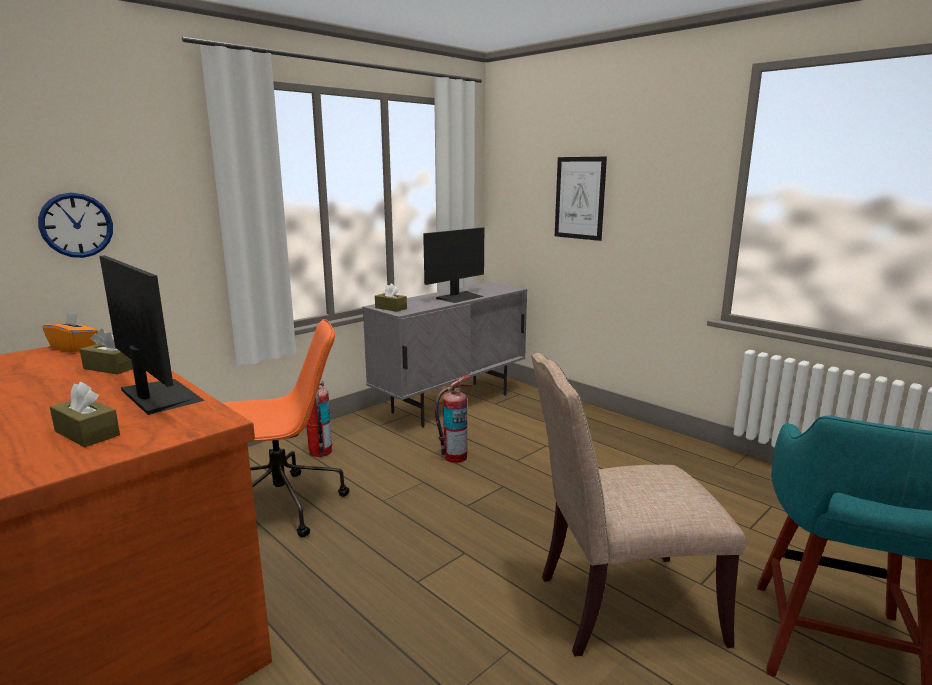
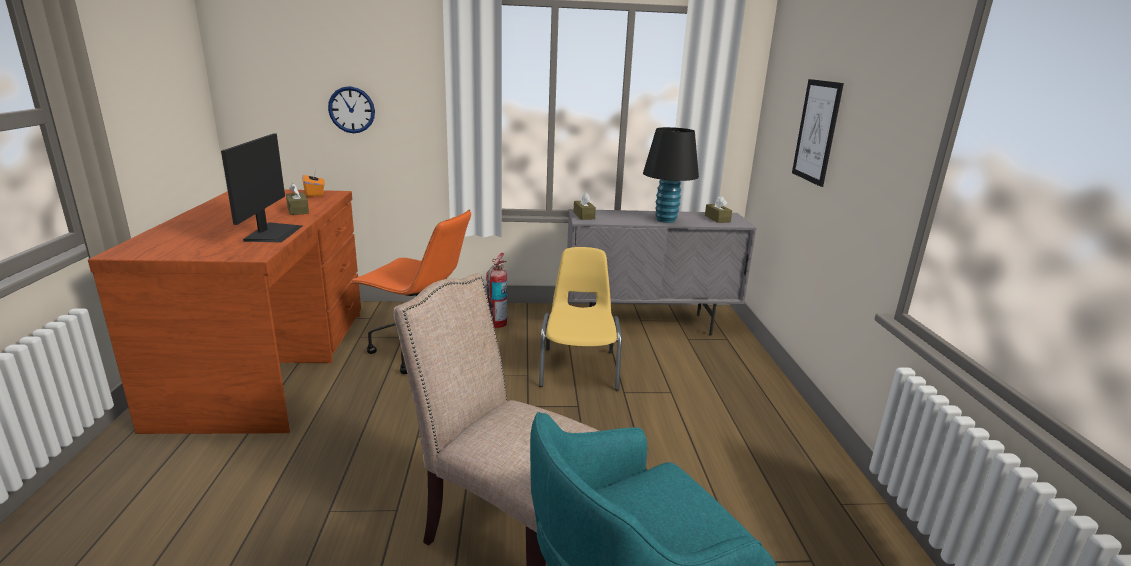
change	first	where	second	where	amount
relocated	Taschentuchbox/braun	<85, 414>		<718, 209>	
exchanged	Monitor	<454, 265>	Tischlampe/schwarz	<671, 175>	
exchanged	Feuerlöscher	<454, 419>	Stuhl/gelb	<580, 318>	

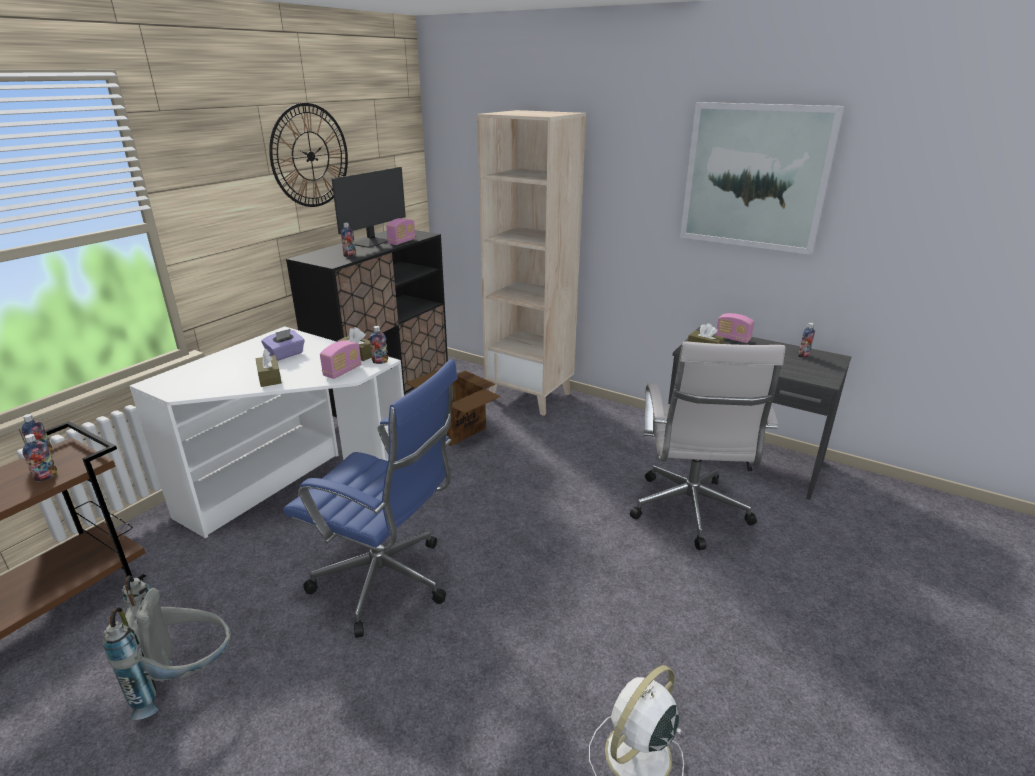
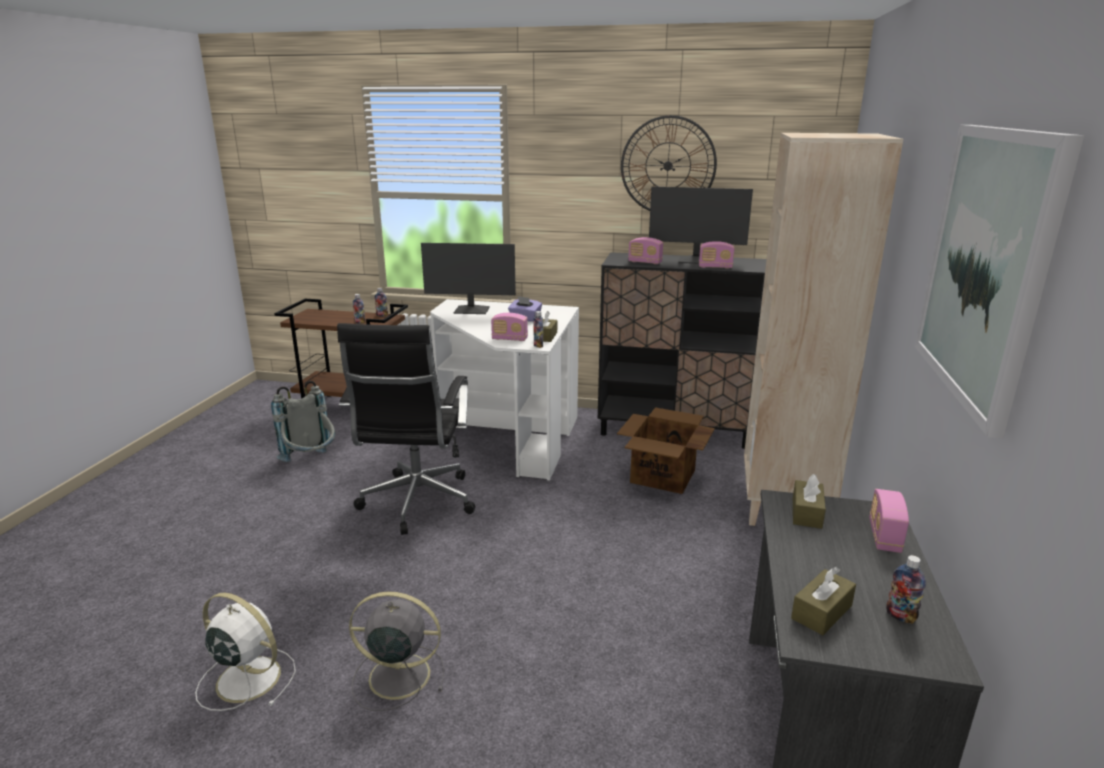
change	first	where	second	where	amount
missing	Bürostuhl/weiß	<707, 446>			
appeared			Ventilator/grau	<396, 651>	
appeared			Monitor	<468, 278>	
relocated	Taschentuchbox/braun	<269, 368>		<823, 601>	
exchanged	Flasche	<348, 240>	Radio	<645, 250>	
colour	Bürostuhl/blau	<370, 498>	Bürostuhl/schwarz	<406, 429>	

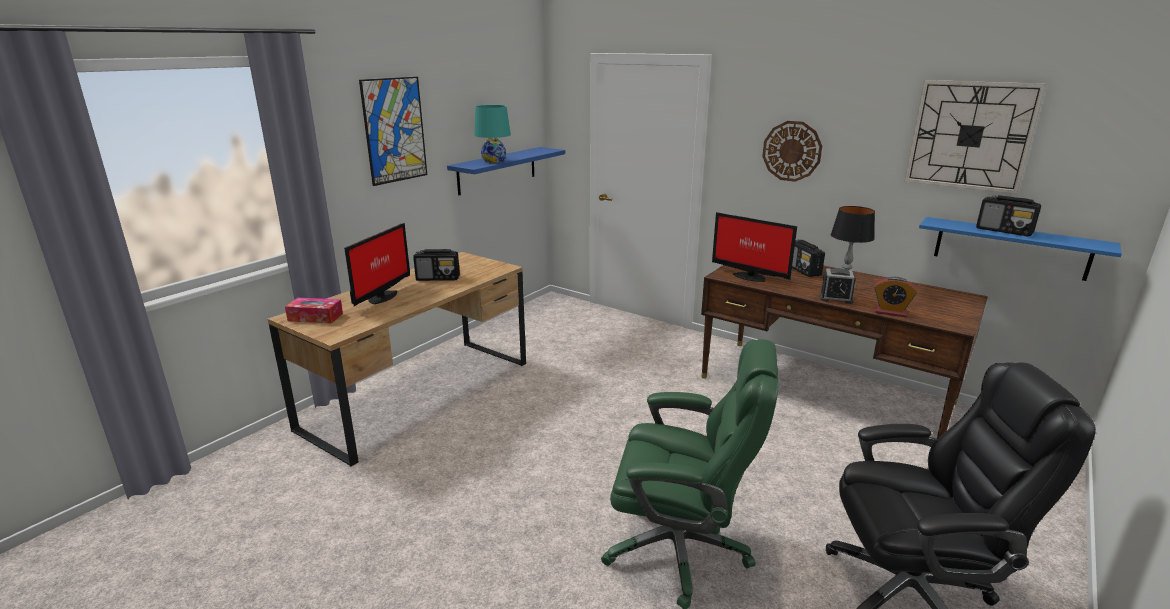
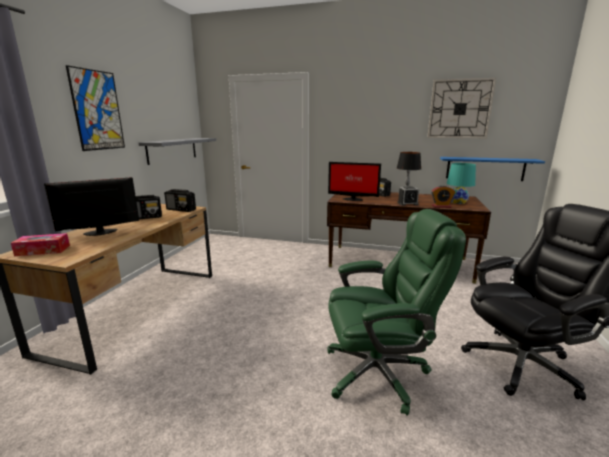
change	first	where	second	where	amount
missing	Wanduhr	<792, 151>			
relocated	Tischlampe/türkis	<492, 134>		<461, 183>	
relocated	Radio	<1008, 216>		<180, 200>	
colour	Wandregal/blau	<506, 171>	Wandregal/grau	<177, 151>	
spun	Monitor	<377, 264>		<91, 206>	120 degrees counterclockwise

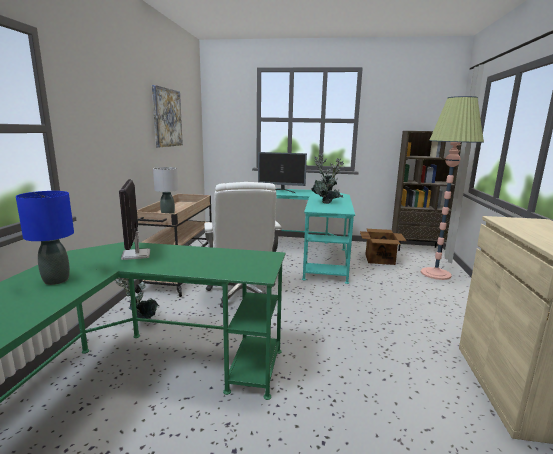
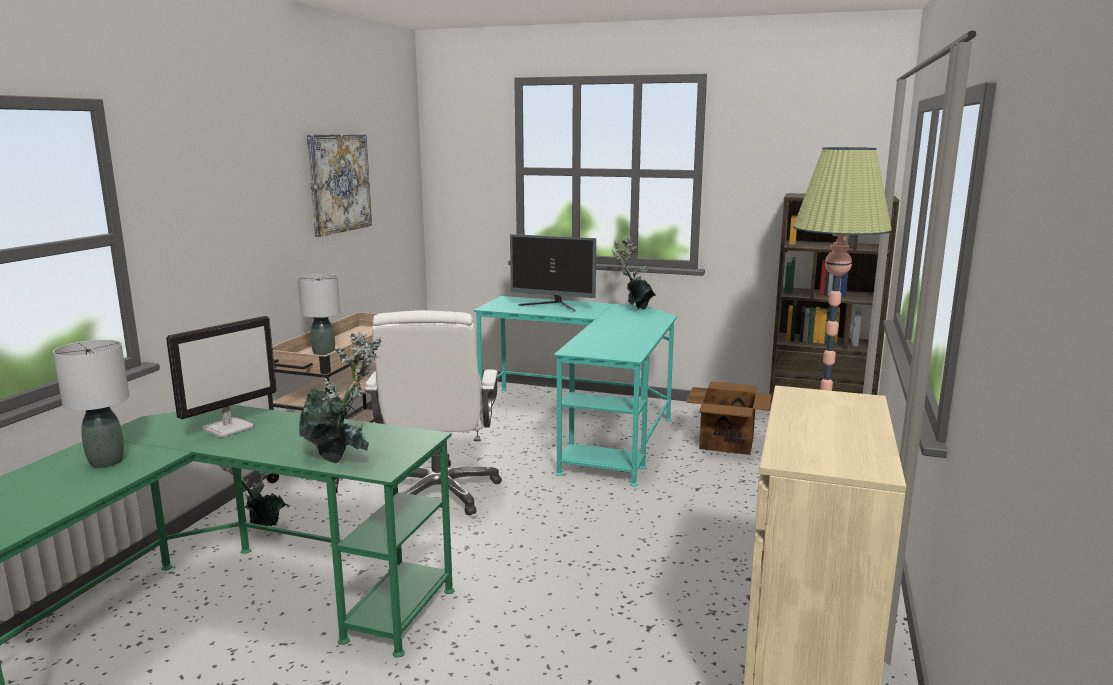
change	first	where	second	where	amount
relocated	Topfpflanze	<328, 181>		<340, 397>	
colour	Tischlampe/blau	<45, 238>	Tischlampe/grau	<91, 404>	
spun	Monitor	<134, 219>		<221, 376>	135 degrees counterclockwise

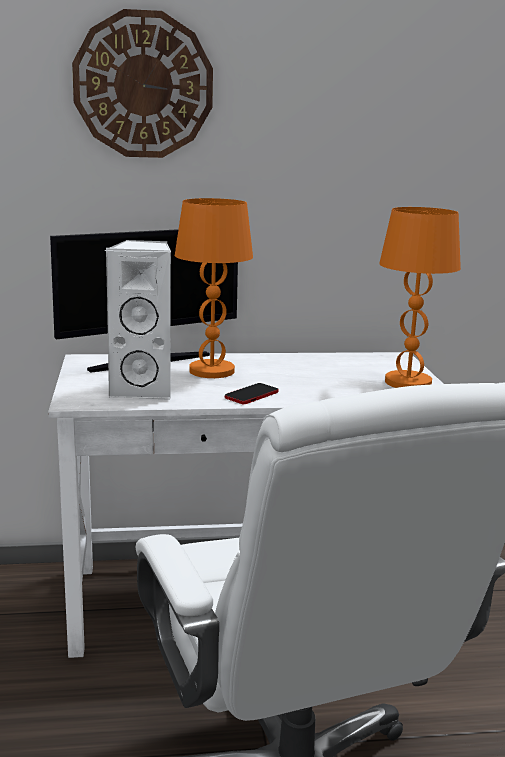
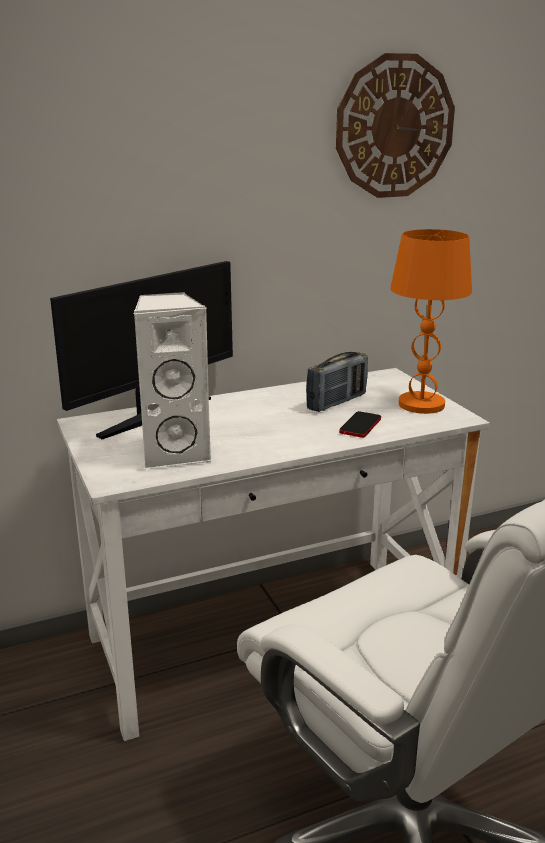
change	first	where	second	where	amount
missing	Tischlampe/orange	<214, 288>			
appeared			Radio	<337, 382>	
relocated	Wanduhr	<142, 83>		<395, 125>	
relocated	Handy	<252, 393>		<360, 424>	

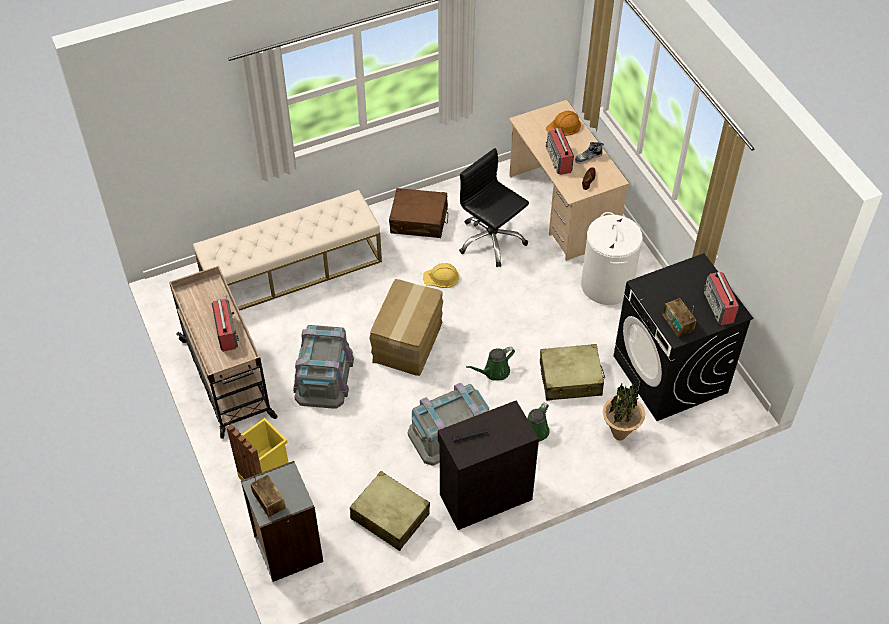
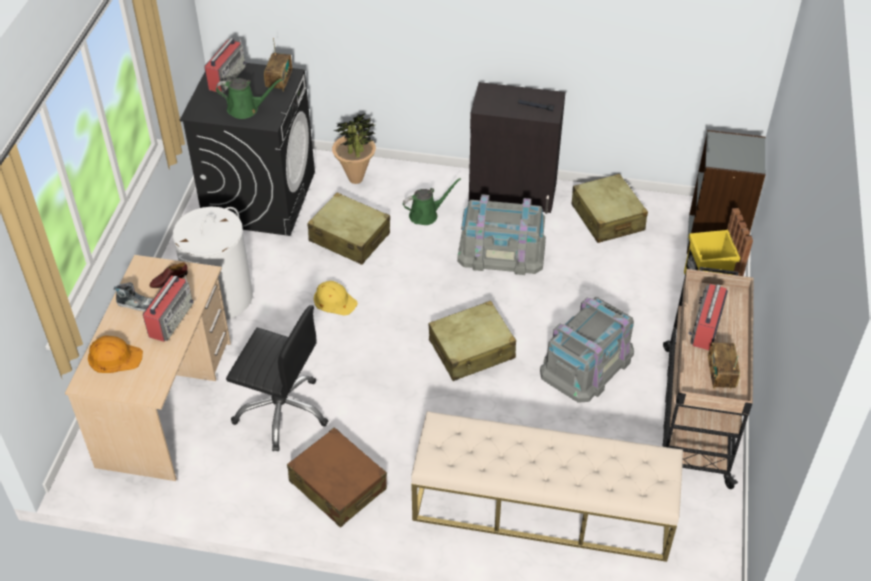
change	first	where	second	where	amount
relocated	Radio	<268, 495>		<724, 366>	
relocated	Schutzhelm/gelb	<441, 275>		<336, 298>	
relocated	Gießkanne/grün	<490, 364>		<249, 98>	
exchanged	Karton	<406, 327>	Koffer/beige	<472, 341>	
spun	Bürostuhl/schwarz	<494, 207>		<277, 378>	60 degrees counterclockwise

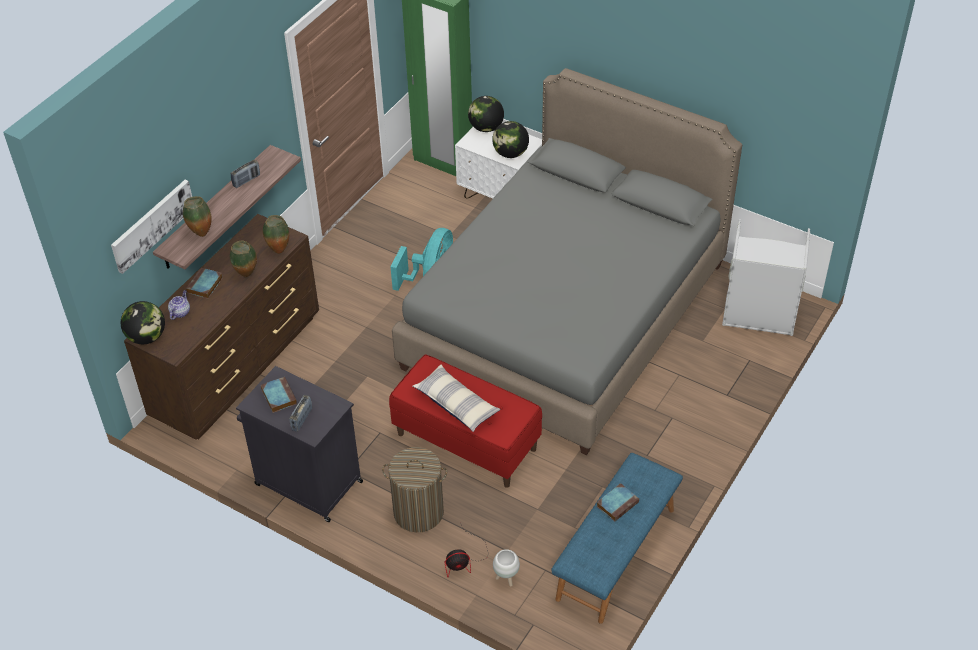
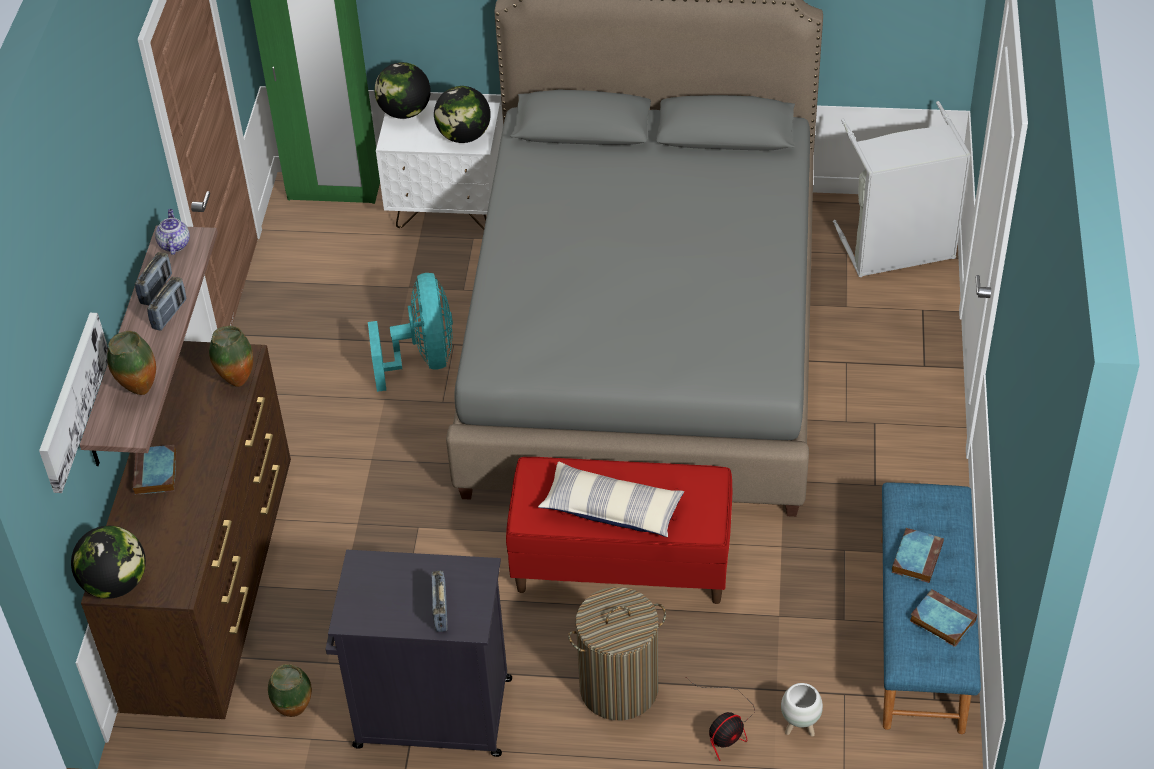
change	first	where	second	where	amount
appeared			Radio	<166, 304>	
relocated	Teekanne	<179, 305>		<172, 232>	
relocated	Vase	<243, 259>		<290, 690>	
relocated	Buch	<279, 395>		<943, 618>	

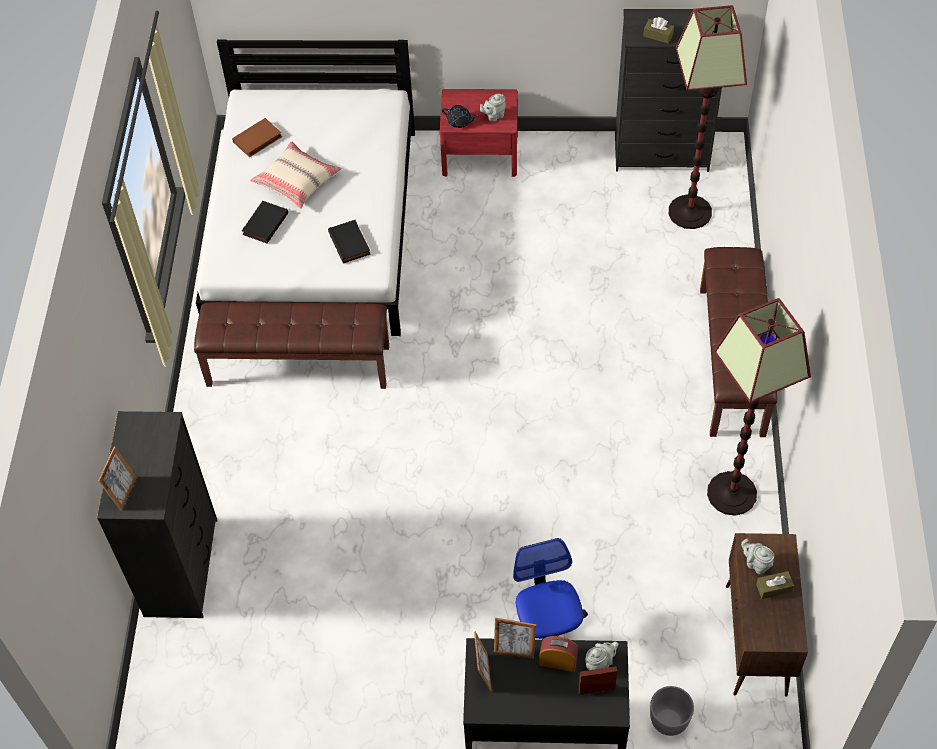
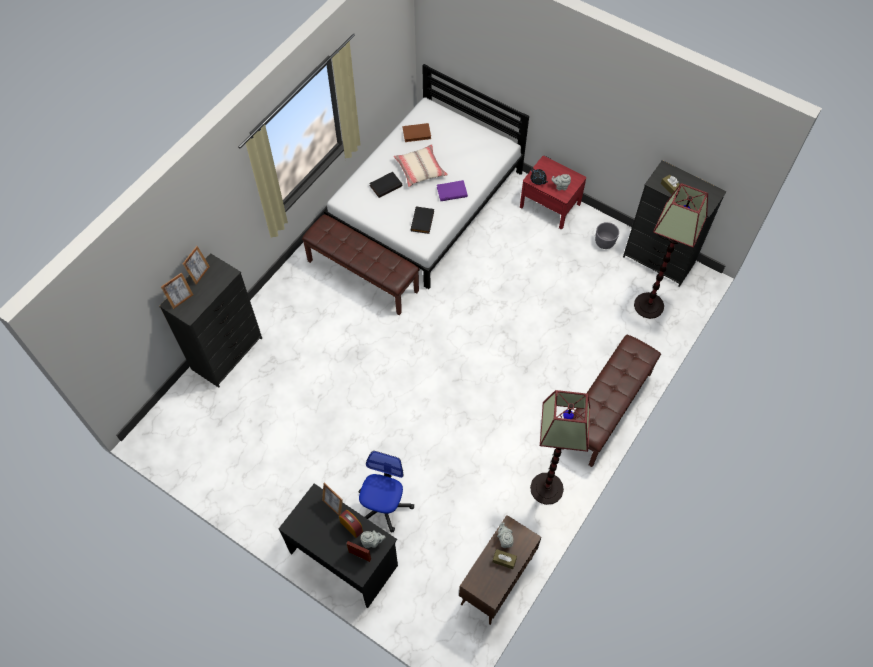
change	first	where	second	where	amount
appeared			Buch/lila	<452, 190>	
relocated	Bilderrahmen	<483, 662>		<196, 265>	
relocated	Pflanzkübel/grau	<672, 711>		<607, 235>	

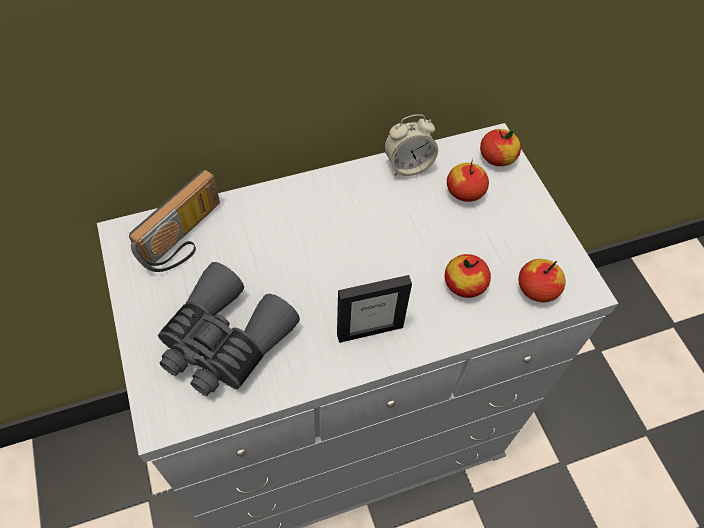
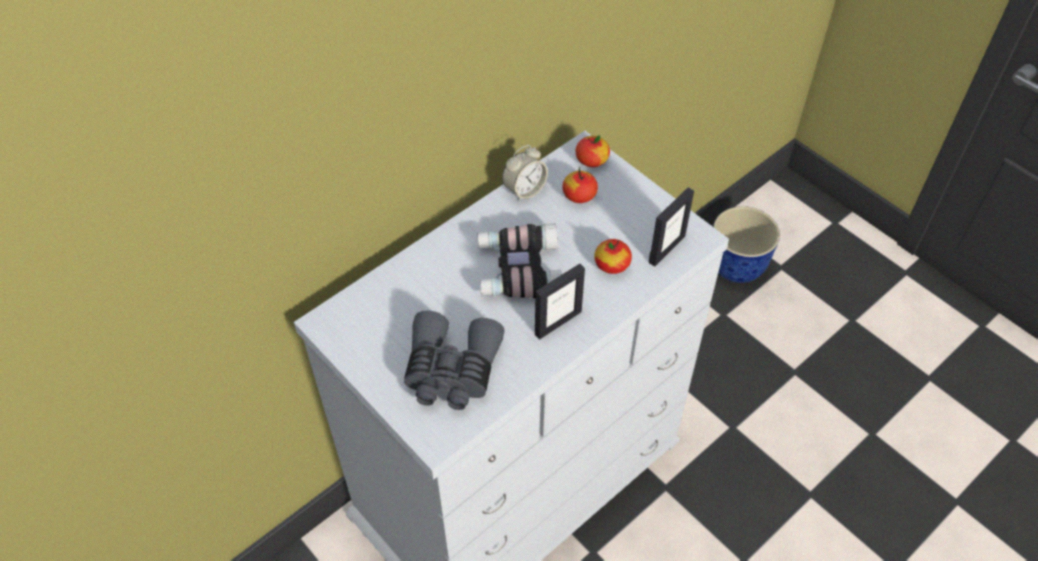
change	first	where	second	where	amount
missing	Radio	<174, 220>			
appeared			Fernglas	<519, 260>	
appeared			Pflanzkübel	<746, 244>	
exchanged	Apfel	<542, 280>	Bilderrahmen	<671, 227>	

